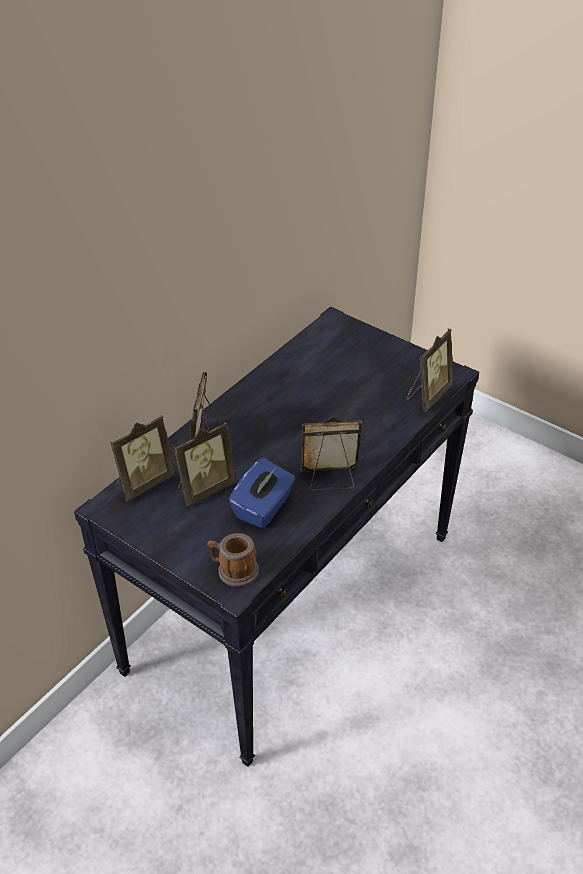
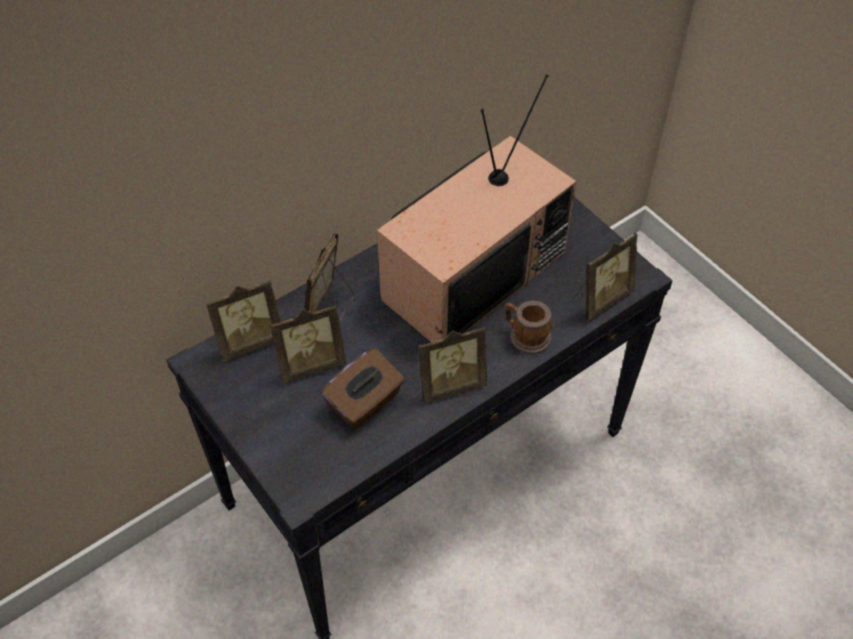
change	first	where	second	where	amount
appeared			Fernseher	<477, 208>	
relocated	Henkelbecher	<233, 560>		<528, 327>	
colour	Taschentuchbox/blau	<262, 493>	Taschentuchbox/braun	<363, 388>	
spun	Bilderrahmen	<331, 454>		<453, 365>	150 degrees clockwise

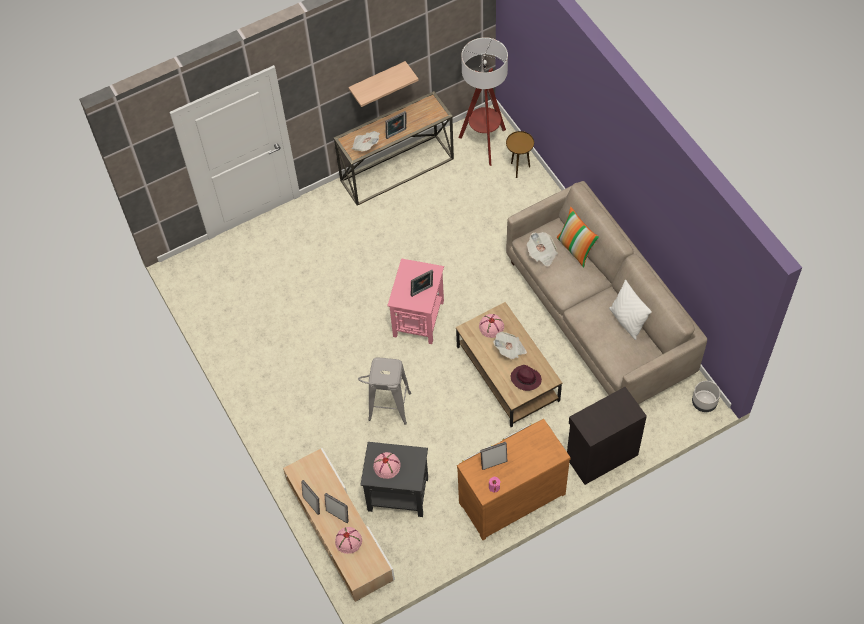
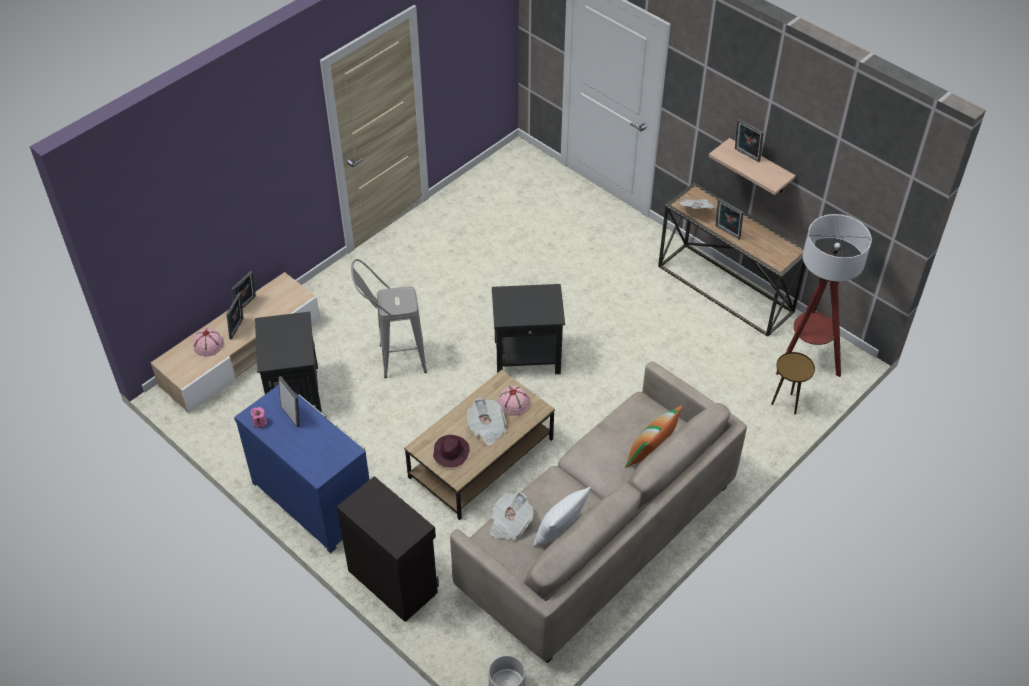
change	first	where	second	where	amount
missing	Hut/rosa	<387, 465>			
relocated	Bilderrahmen	<422, 283>		<749, 140>	
relocated	Zeitung	<542, 249>		<512, 516>	
colour	Beistelltisch/rosa	<415, 301>	Beistelltisch/schwarz	<528, 329>	
colour	Kommode/braun	<513, 479>	Kommode/blau	<302, 469>	

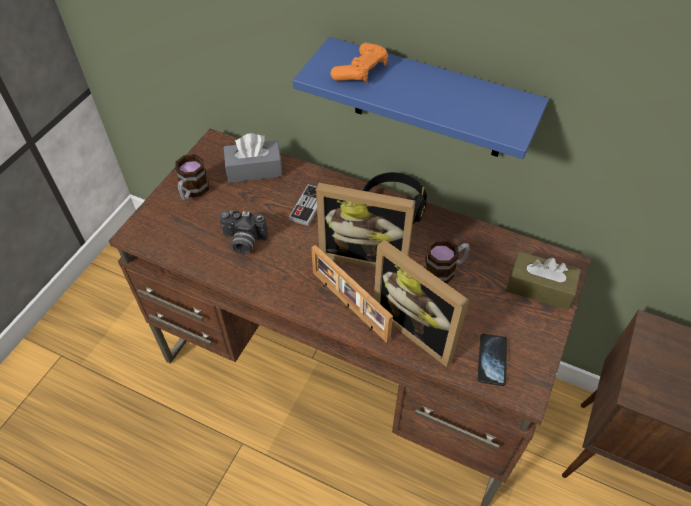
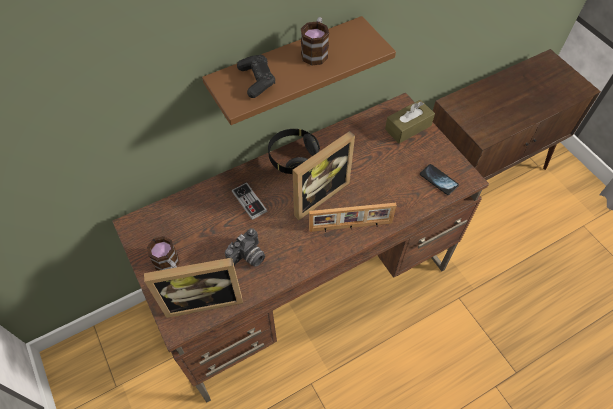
change	first	where	second	where	amount
missing	Taschentuchbox/grau	<253, 158>			
relocated	Bilderrahmen	<421, 304>		<193, 288>	
relocated	Henkelbecher	<447, 261>		<315, 41>	
colour	Wandregal/blau	<421, 98>	Wandregal/braun	<299, 70>	
colour	Gamepad/orange	<359, 63>	Gamepad/schwarz	<256, 76>	

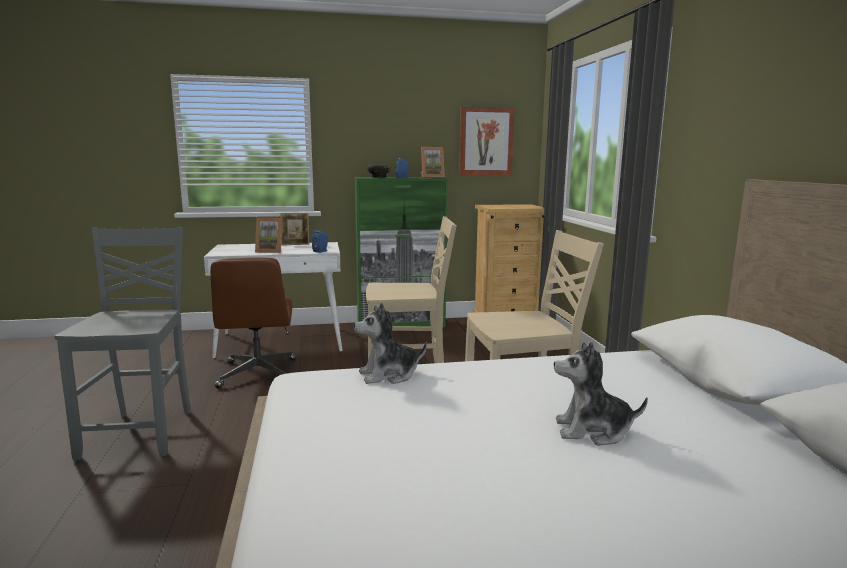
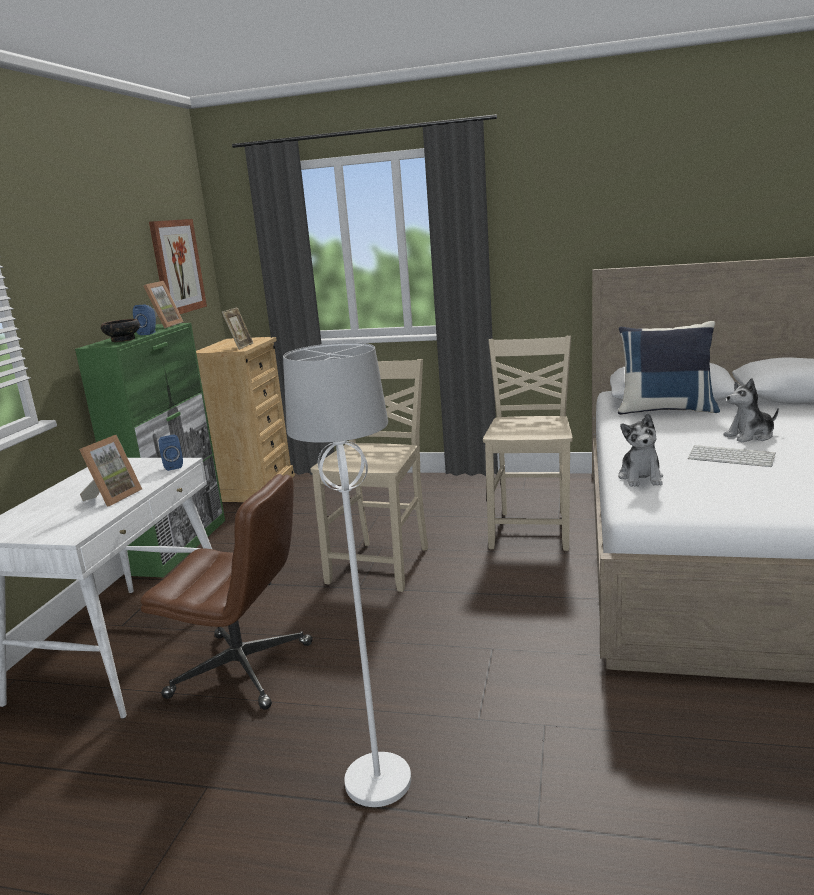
change	first	where	second	where	amount
appeared			Kissen/blau	<669, 368>	
appeared			Tastatur	<731, 456>	
relocated	Bilderrahmen	<294, 229>		<237, 328>	
exchanged	Stuhl/grau	<123, 344>	Stehlampe/weiß	<347, 574>	
spun	Plüschtier	<601, 393>		<751, 410>	45 degrees clockwise

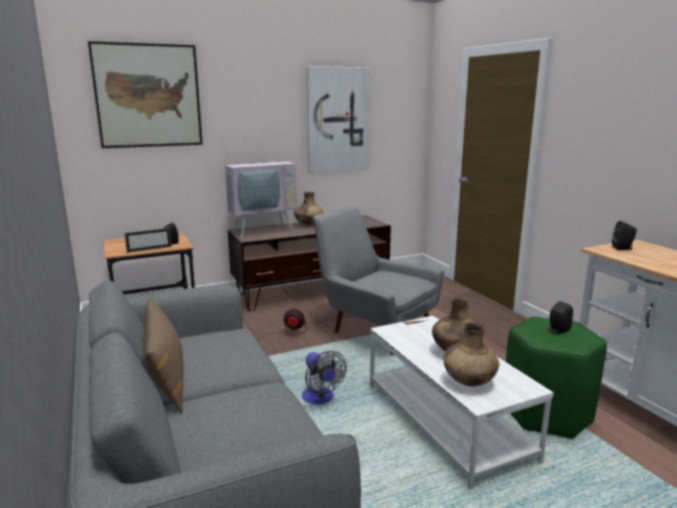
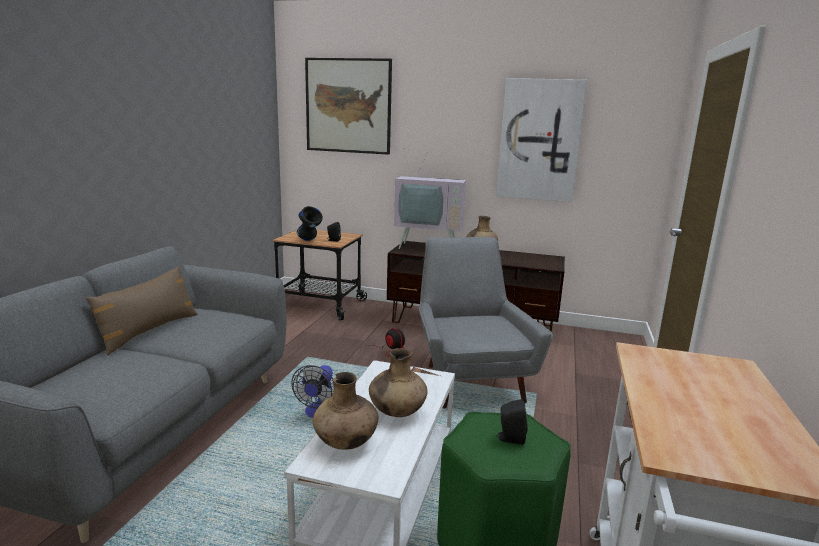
change	first	where	second	where	amount
missing	Lautsprecher/schwarz	<624, 235>			
exchanged	Bilderrahmen	<148, 240>	Vase/schwarz	<310, 223>	

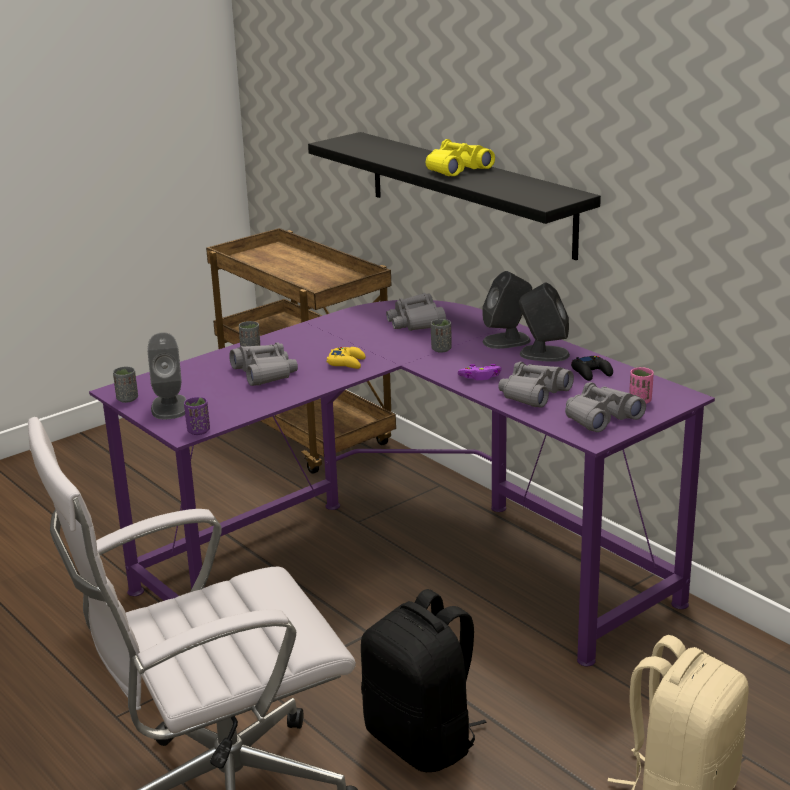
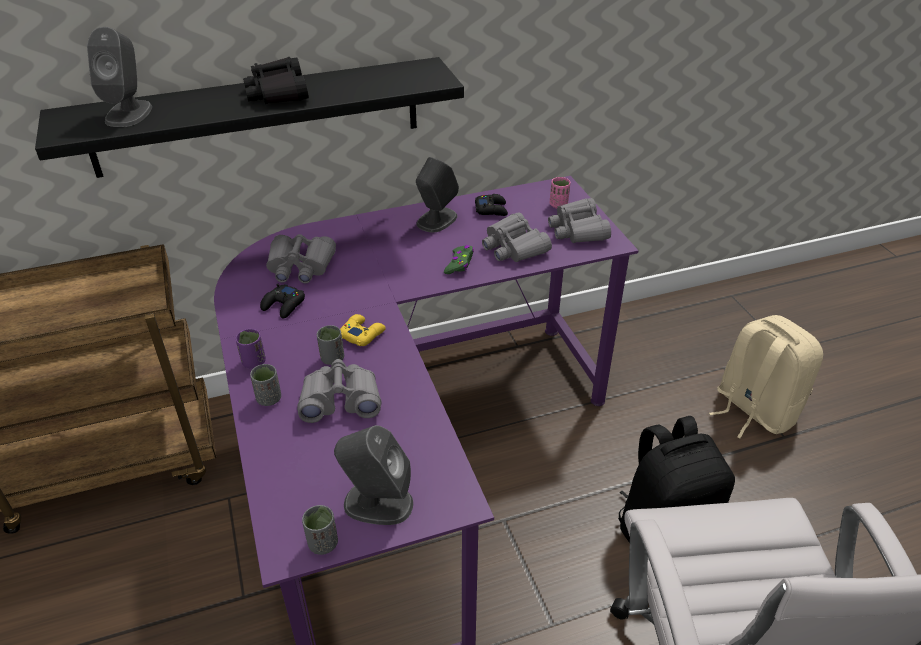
change	first	where	second	where	amount
appeared			Gamepad/schwarz	<282, 301>	
relocated	Tasse/lila	<197, 416>		<251, 349>	
relocated	Tasse/grau	<441, 335>		<330, 345>	
relocated	Lautsprecher/grau	<507, 310>		<119, 77>	
colour	Fernglas/gelb	<460, 157>	Fernglas/schwarz	<276, 80>	
colour	Gamepad/lila	<479, 372>	Gamepad/grün	<459, 259>	

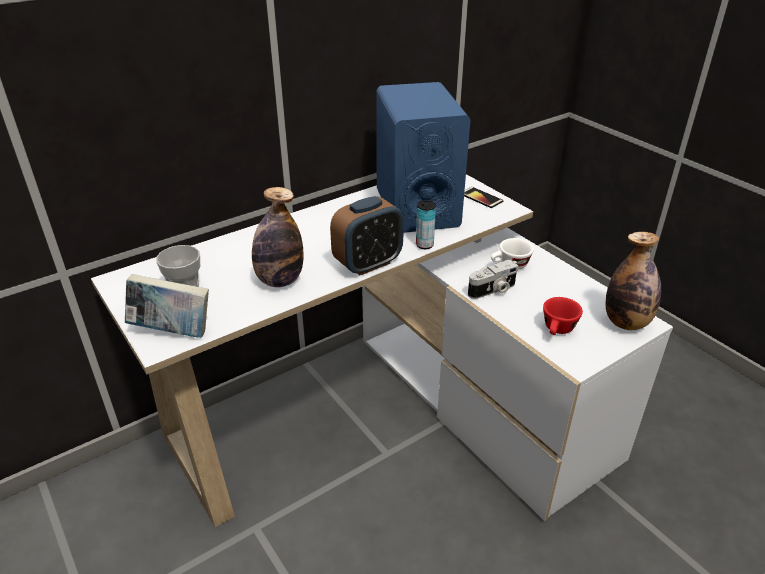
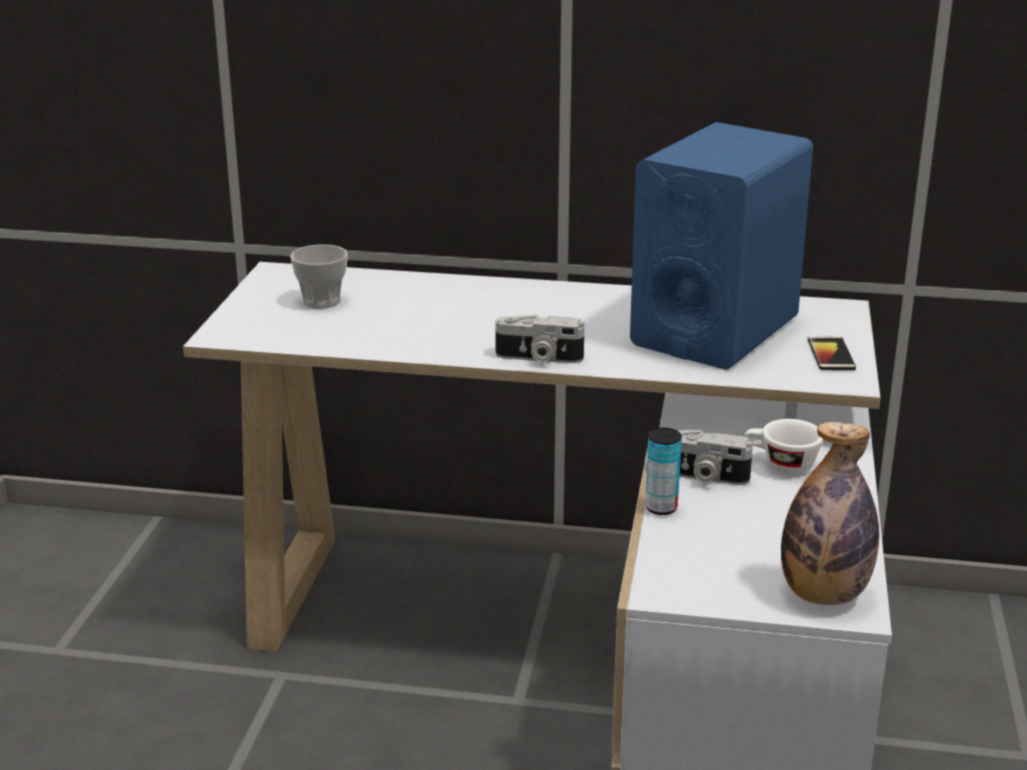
change	first	where	second	where	amount
missing	Buch	<167, 306>			
missing	Flasche	<278, 237>			
missing	Tasse/rot	<563, 316>			
relocated	Dose	<426, 224>		<663, 471>	
exchanged	Wecker	<367, 236>	Kamera	<539, 338>	

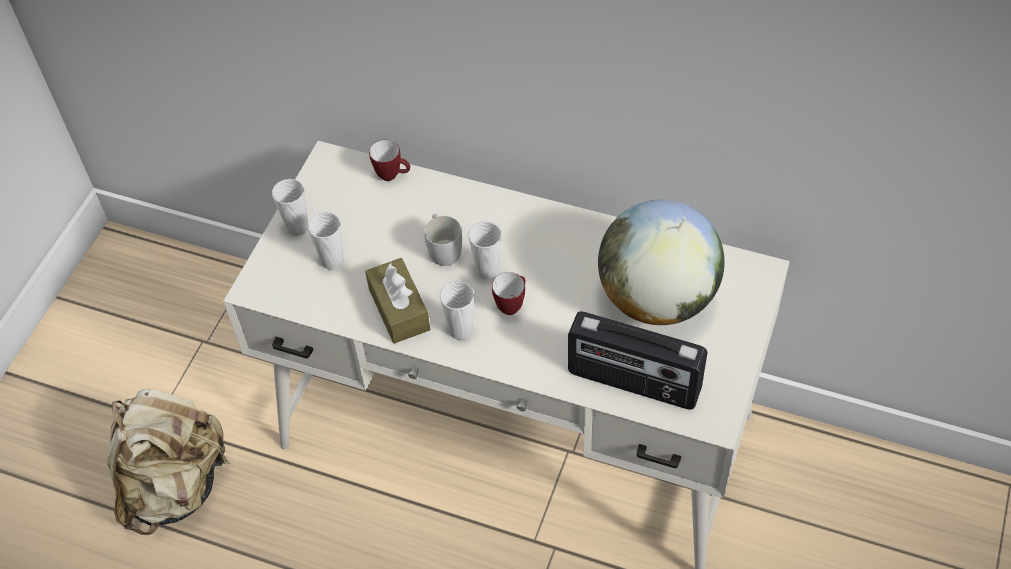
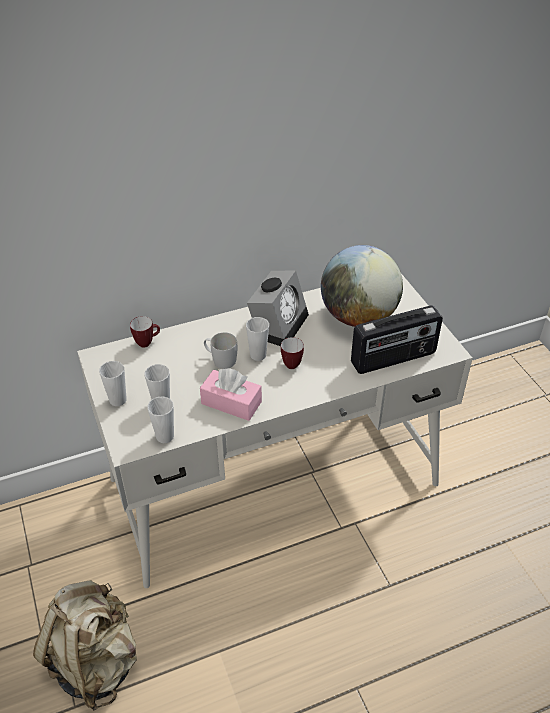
change	first	where	second	where	amount
appeared			Wecker	<278, 308>	
relocated	Tasse	<456, 310>		<160, 419>	
colour	Taschentuchbox/braun	<397, 301>	Taschentuchbox/rosa	<231, 394>	

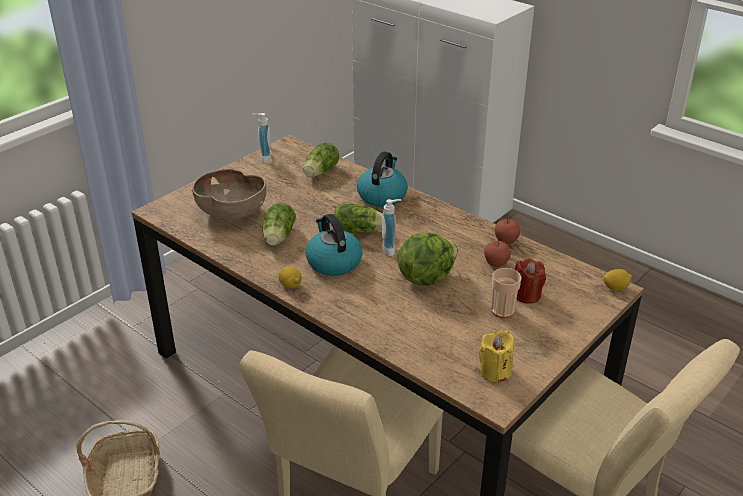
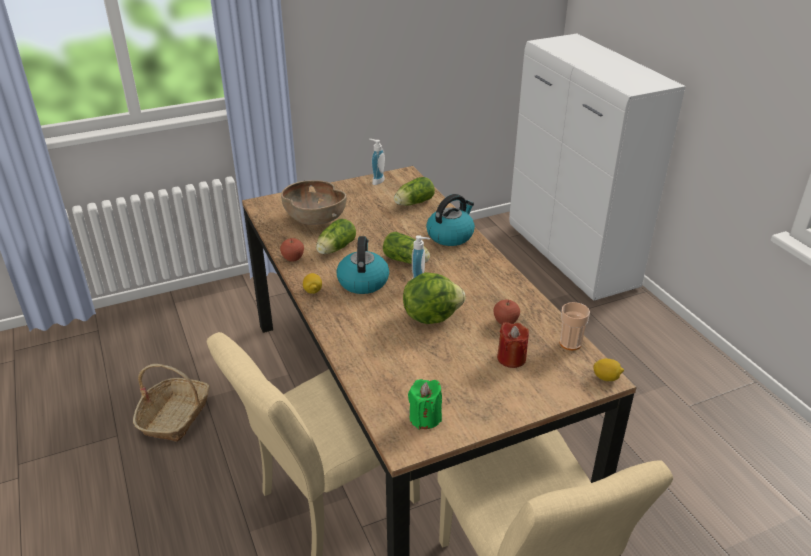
change	first	where	second	where	amount
relocated	Tasse	<506, 293>		<575, 326>	
relocated	Apfel	<507, 231>		<292, 250>	
colour	Kerze/gelb	<496, 356>	Kerze/grün	<425, 404>	

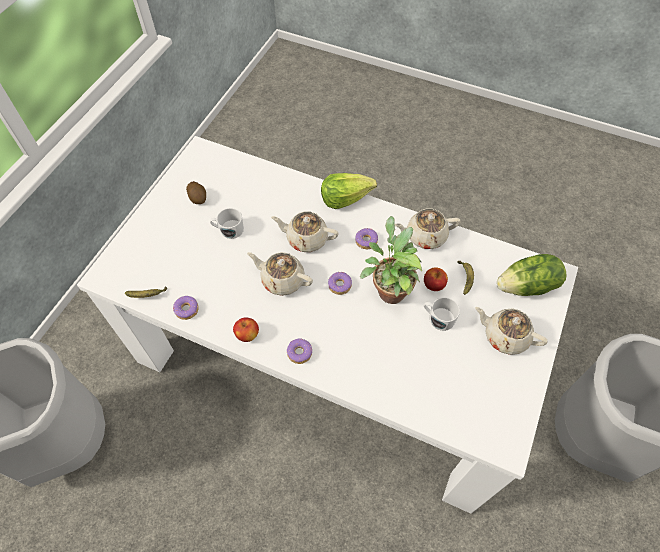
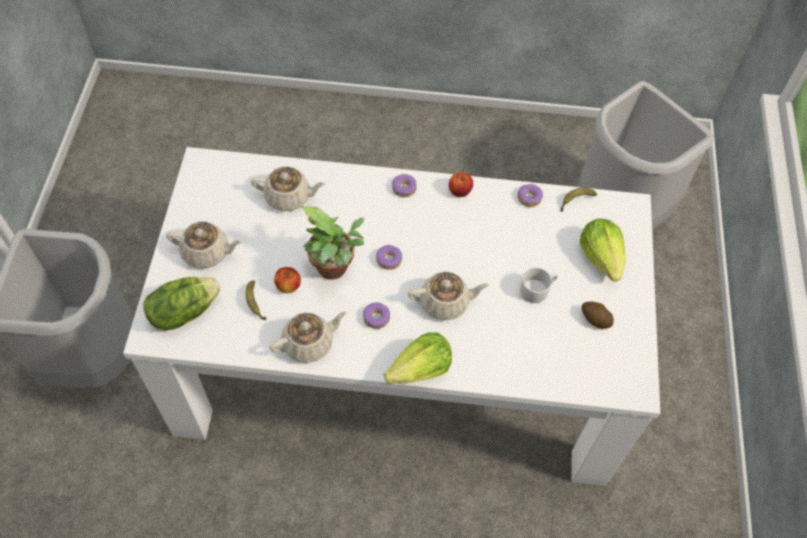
change	first	where	second	where	amount
missing	Henkelbecher/weiß	<442, 314>			
appeared			Salatkopf	<603, 250>	
relocated	Teekanne/beige	<280, 274>		<288, 188>	

